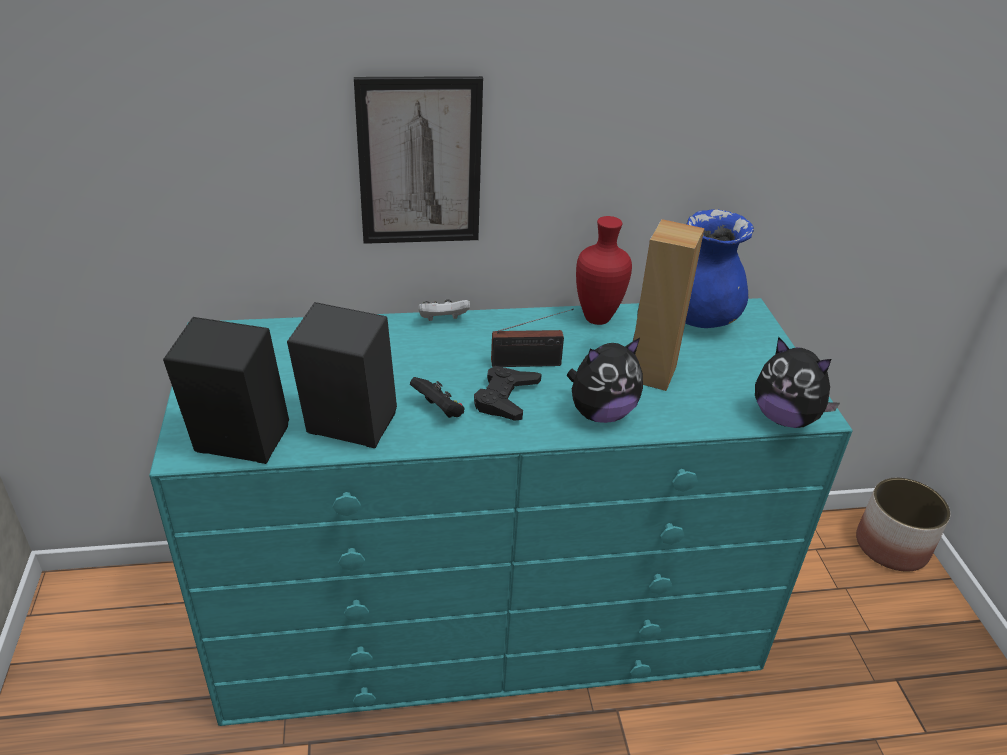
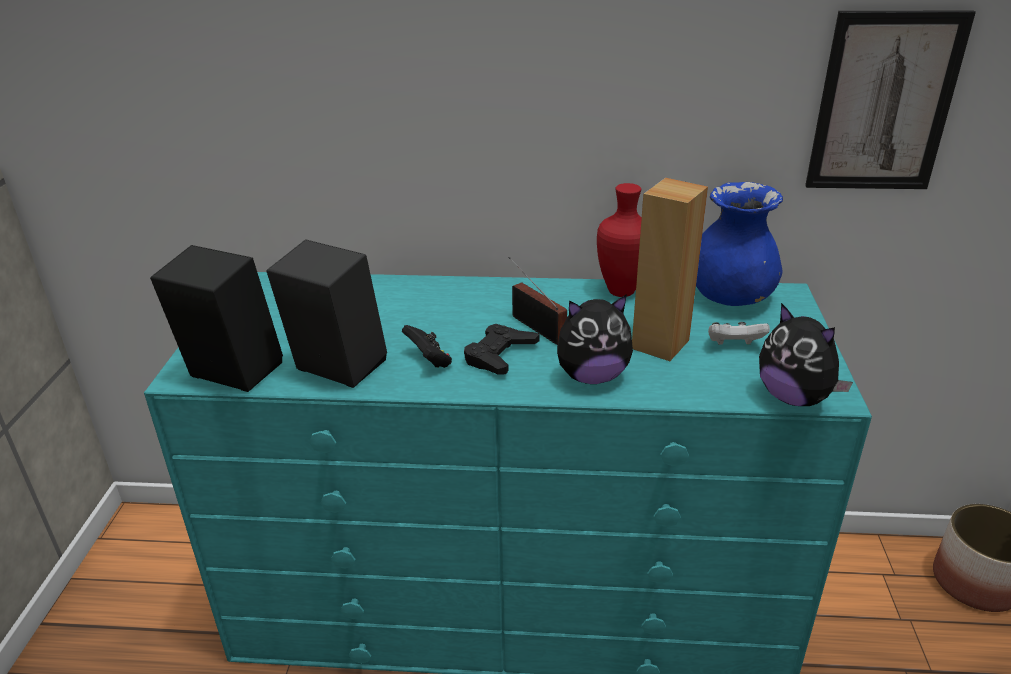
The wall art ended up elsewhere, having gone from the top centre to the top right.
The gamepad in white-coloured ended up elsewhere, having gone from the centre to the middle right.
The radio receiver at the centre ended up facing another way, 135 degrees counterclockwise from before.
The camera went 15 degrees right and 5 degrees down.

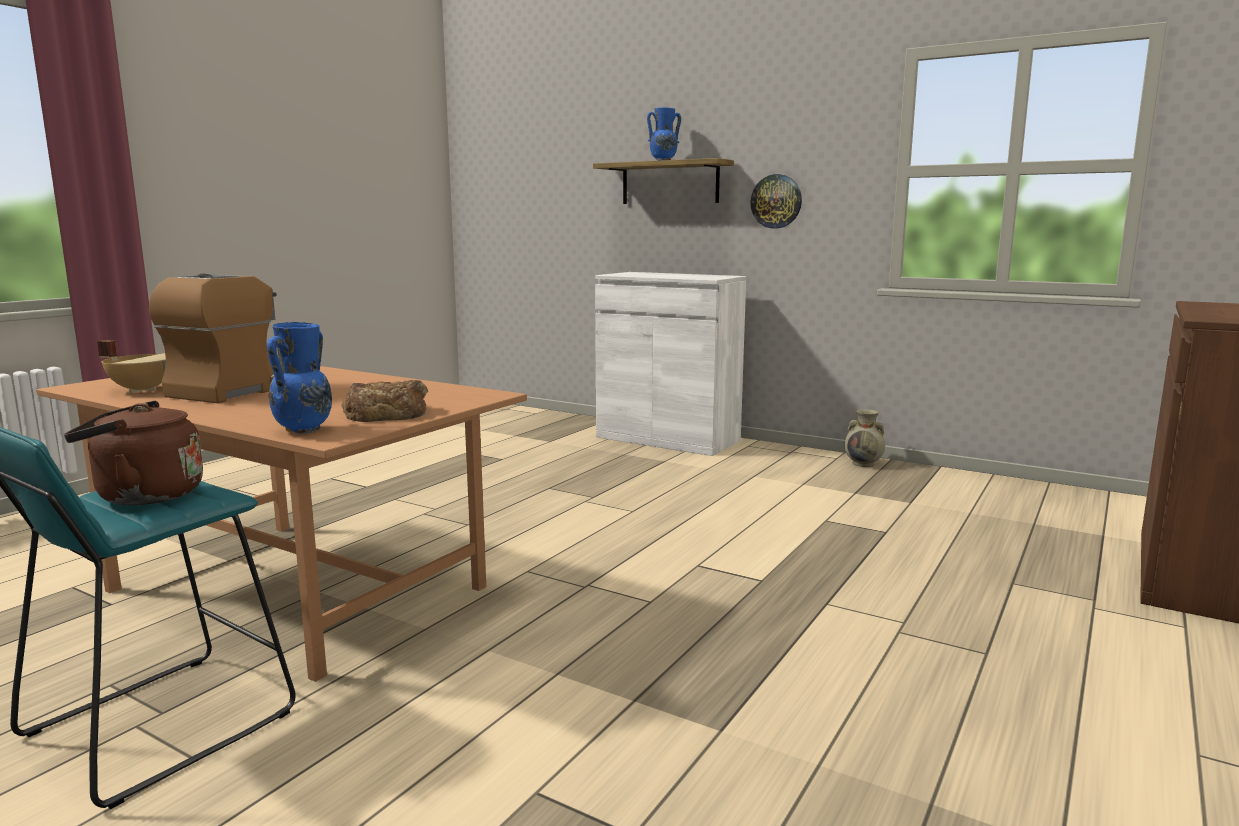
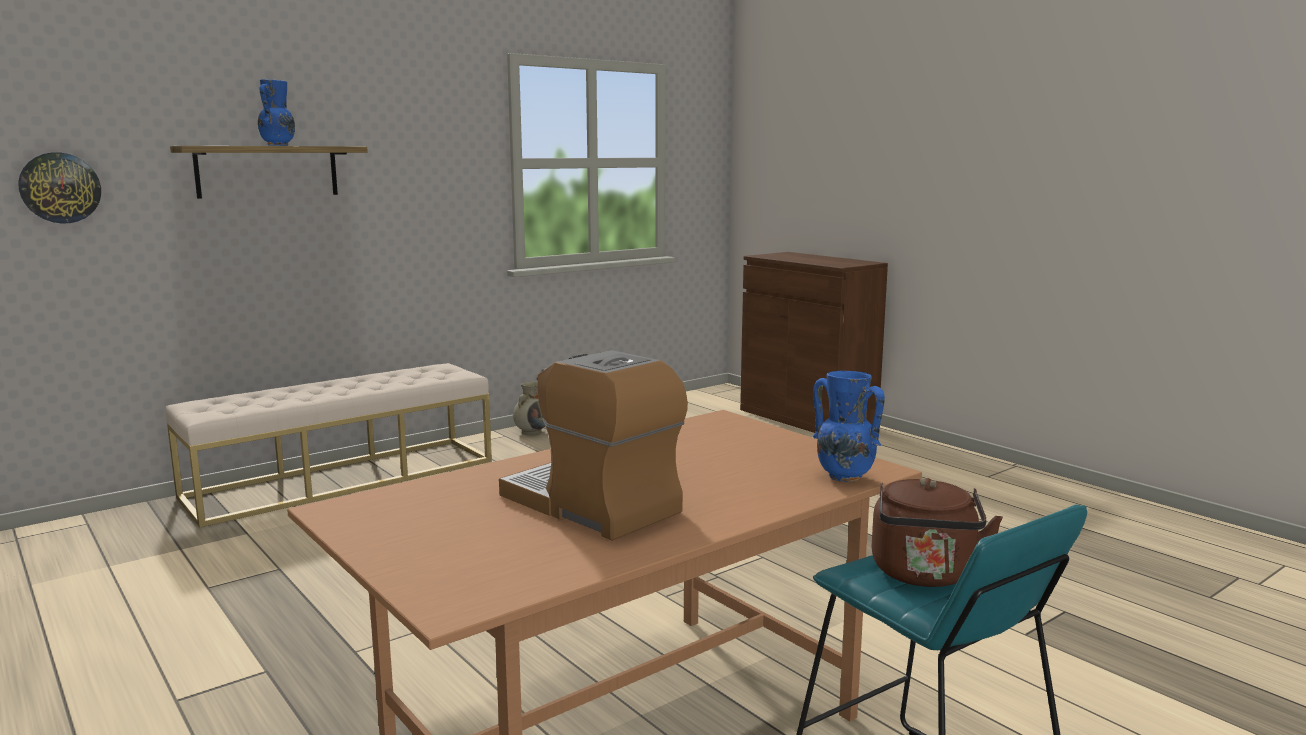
The wall clock ended up elsewhere, having gone from the top centre to the top left.
Where the storage cabinet in white-coloured stood at the centre, the indoor bench in sand-coloured came to stand at the middle left.
The second view lost the cooking pot in sand-coloured at the middle left.
The second view lost the bread at the middle left.
The camera went 70 degrees left and 0 degrees up.

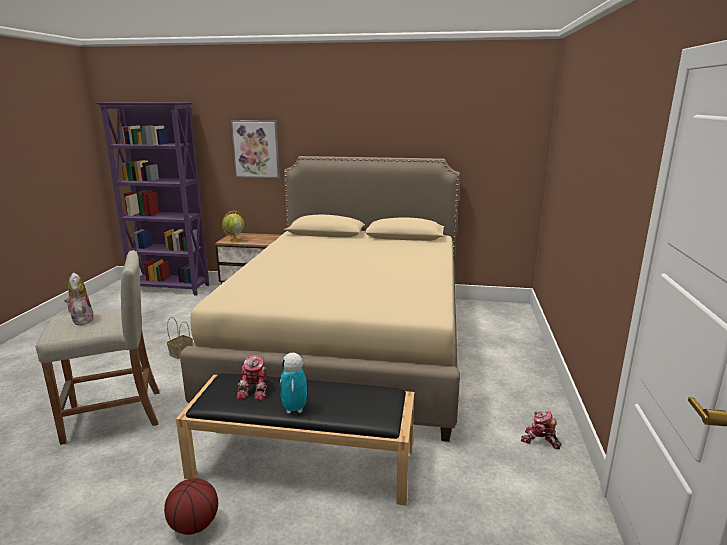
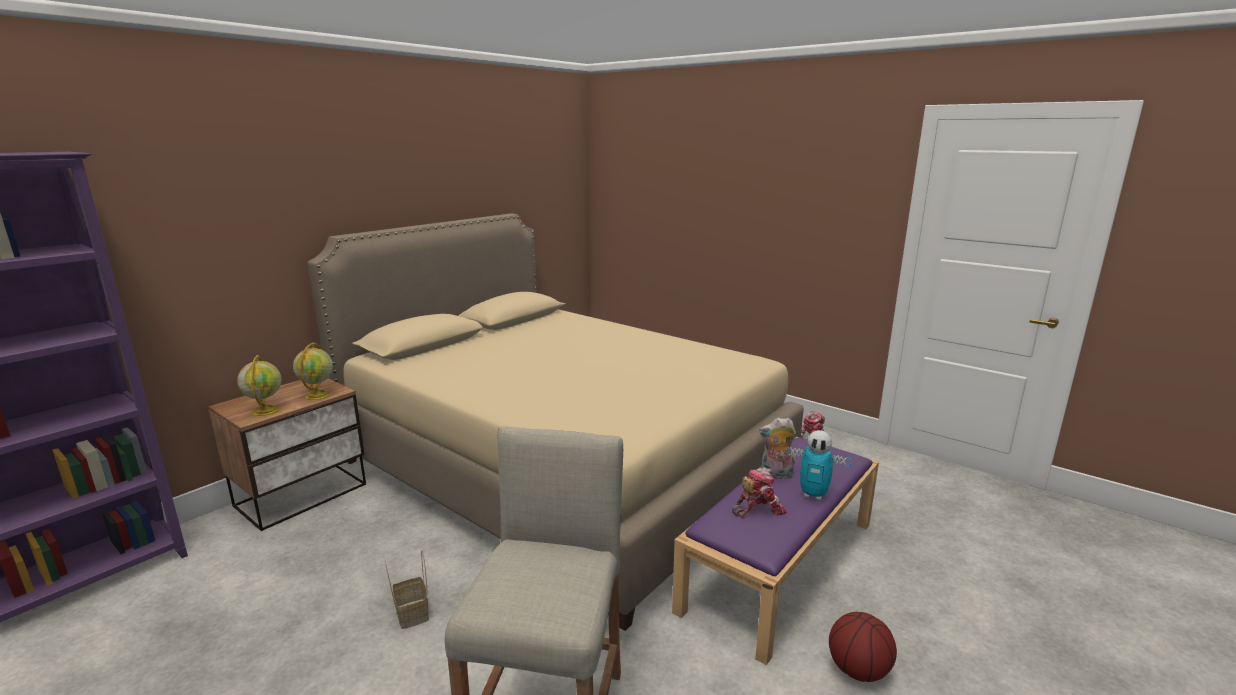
The second view lost the wall art at the top centre.
The cuddly toy ended up elsewhere, having gone from the middle left to the centre.
The model robot (no. 1 from left) at the bottom centre ended up facing another way, 60 degrees counterclockwise from before.
What was the indoor bench in black-coloured at the bottom centre turned into the indoor bench in purplish at the bottom centre.
The second view gained the globe (no. 2 from left) at the middle left.
The camera went 60 degrees left and 0 degrees up.

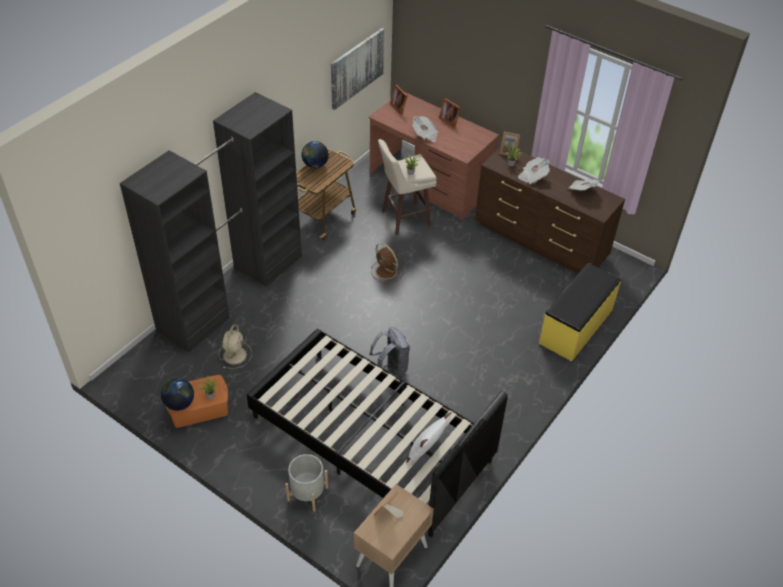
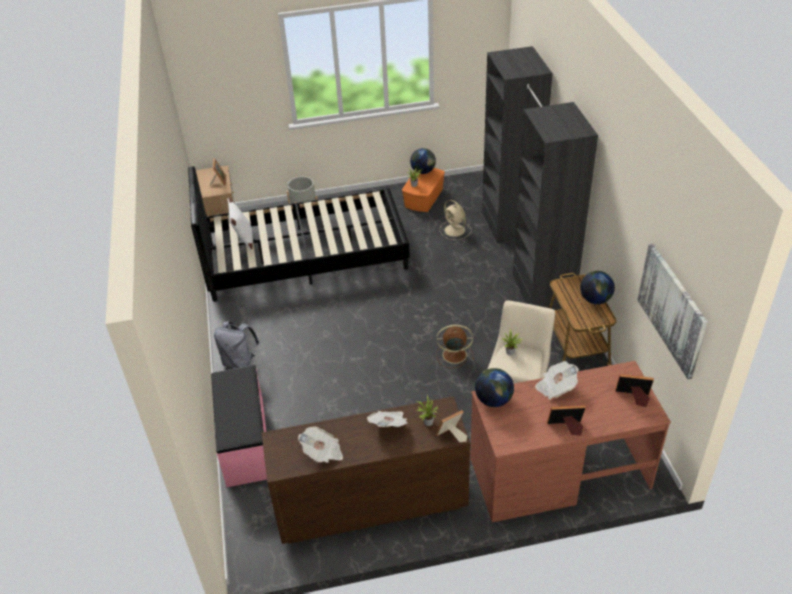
What was the indoor bench in yellow at the middle right turned into the indoor bench in pink at the bottom left.
The knapsack in grey ended up elsewhere, having gone from the centre to the middle left.
The second view gained the globe (no. 2 from left) at the centre.
The camera went 135 degrees right and 5 degrees down.

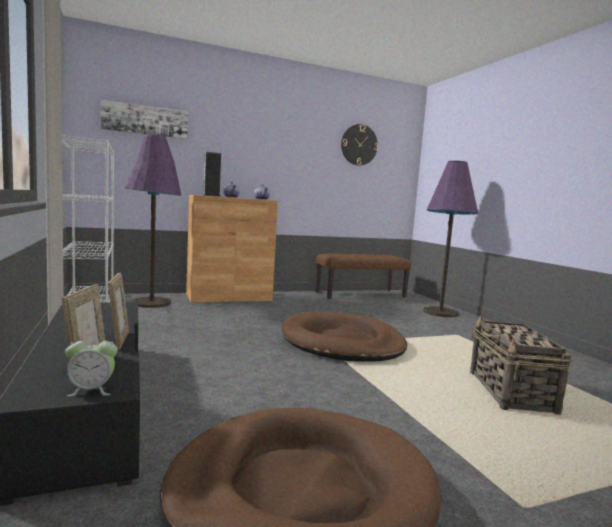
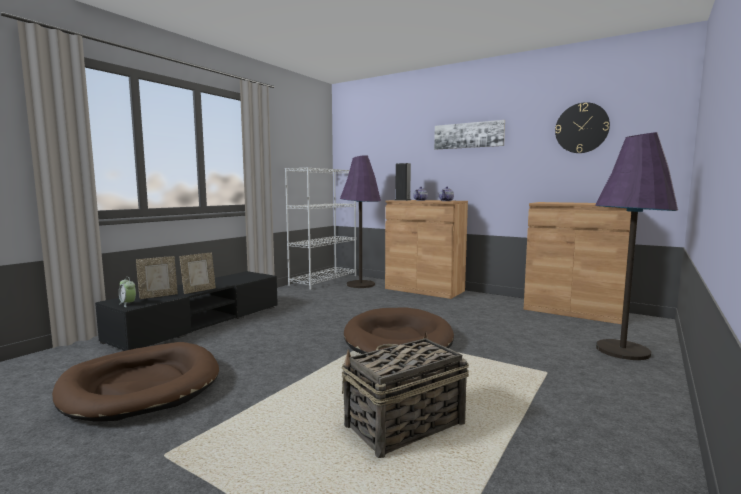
The wall art ended up elsewhere, having gone from the top left to the top centre.
Where the indoor bench in brown stood at the centre, the storage cabinet in brown (no. 2 from left) came to stand at the middle right.
The camera went 55 degrees right and 0 degrees up.

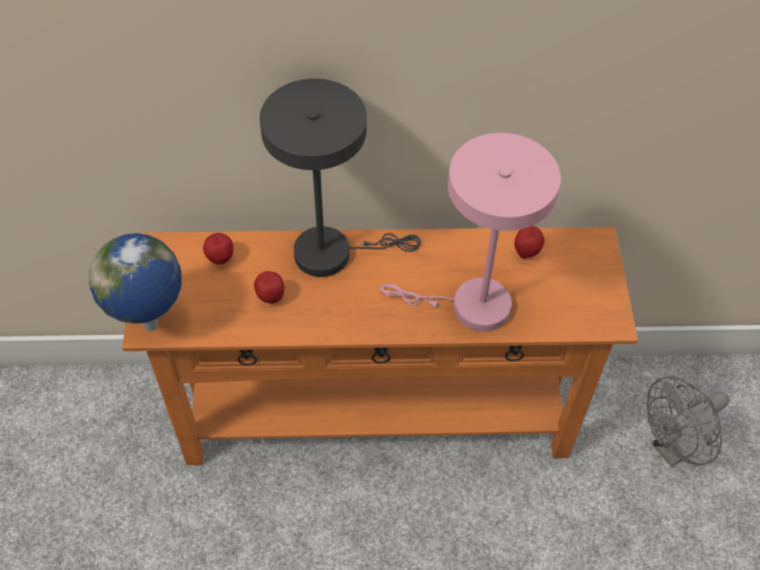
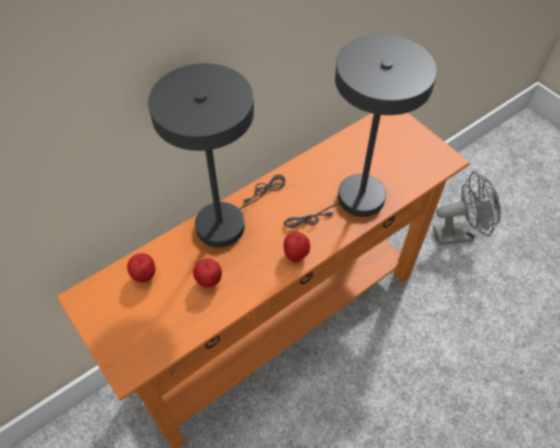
What was the table lamp in pink at the centre turned into the table lamp in grey (no. 2 from left) at the top centre.
The whole apple (no. 3 from left) ended up elsewhere, having gone from the middle right to the centre.
The second view lost the globe at the middle left.
The electric fan in grey at the bottom right ended up facing another way, 120 degrees counterclockwise from before.
The camera went 35 degrees left and 0 degrees up.

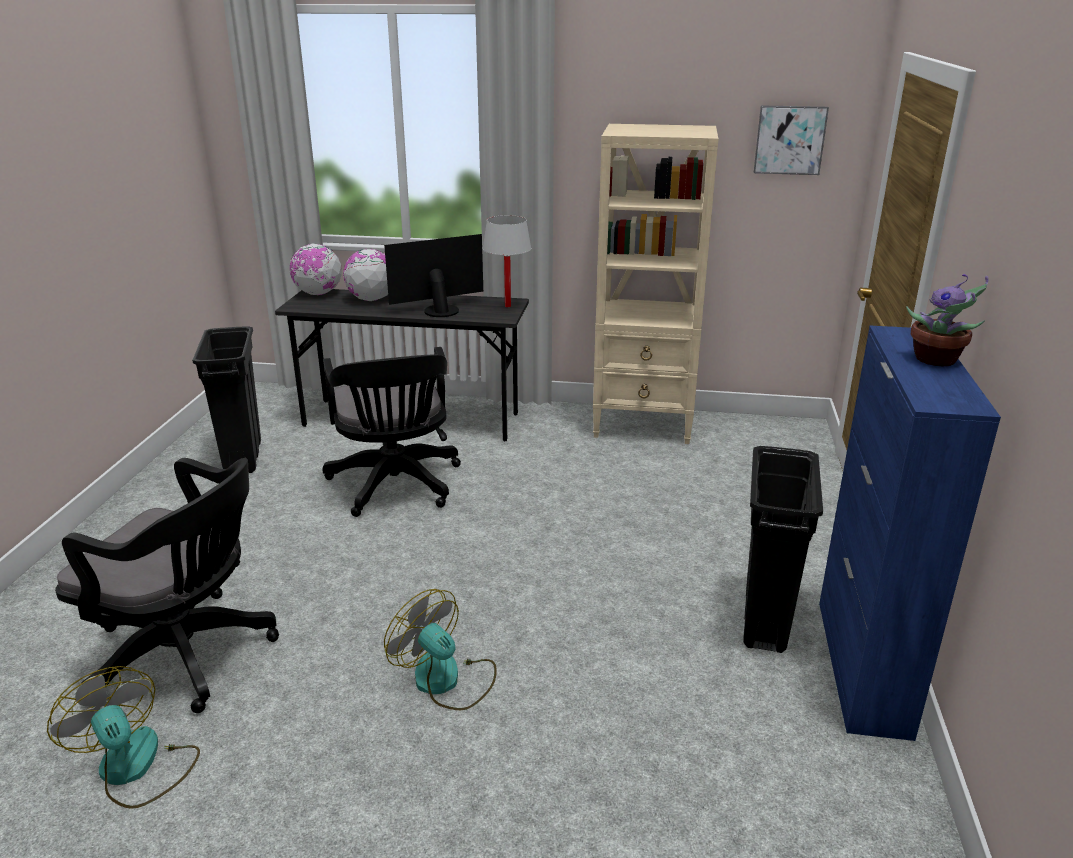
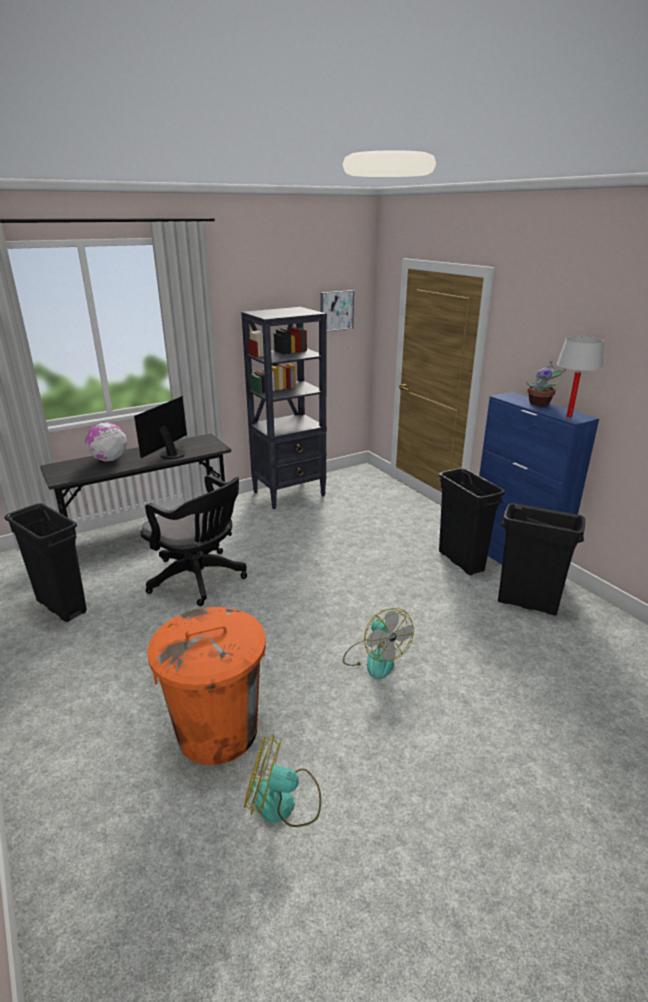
What was the bookshelf in sand-coloured at the top centre turned into the bookshelf in black-coloured at the centre.
The table lamp in white-coloured ended up elsewhere, having gone from the top centre to the middle right.
The second view lost the globe (no. 1 from left) at the top left.
Where the computer chair in black-coloured (no. 1 from left) stood at the bottom left, the rubbish bin in orange came to stand at the bottom left.
The electric fan (no. 2 from left) at the bottom centre ended up facing another way, 120 degrees counterclockwise from before.
The second view gained the rubbish bin in black-coloured (no. 3 from left) at the middle right.
The camera went 40 degrees left and 0 degrees up.

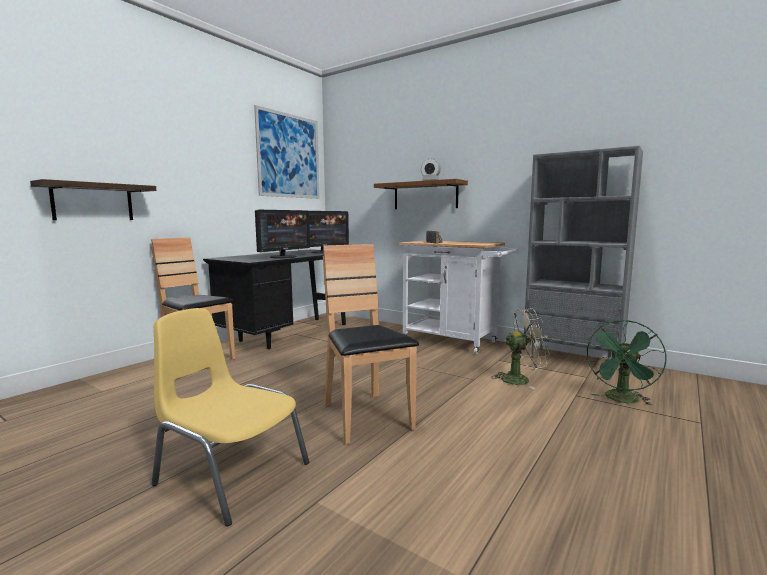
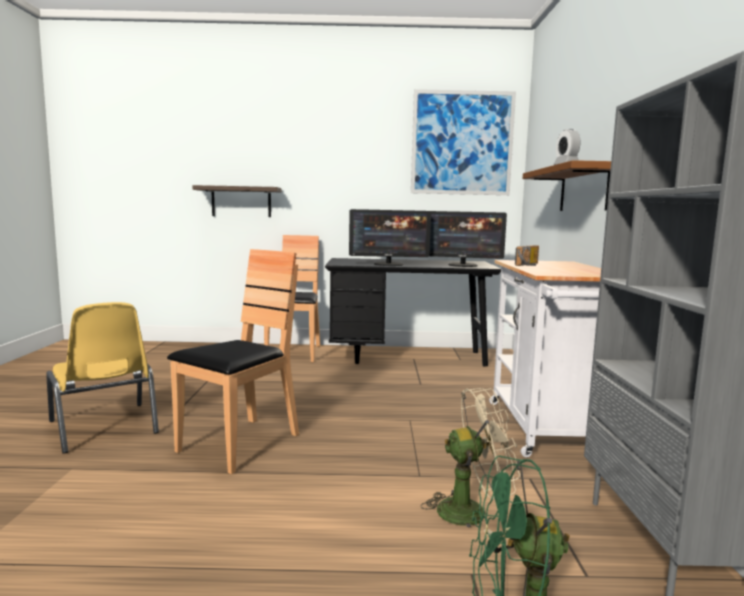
The chair in yellow at the bottom left ended up facing another way, 150 degrees clockwise from before.
The electric fan in sand-coloured at the middle right ended up facing another way, 60 degrees counterclockwise from before.
The camera went 55 degrees right and 0 degrees up.

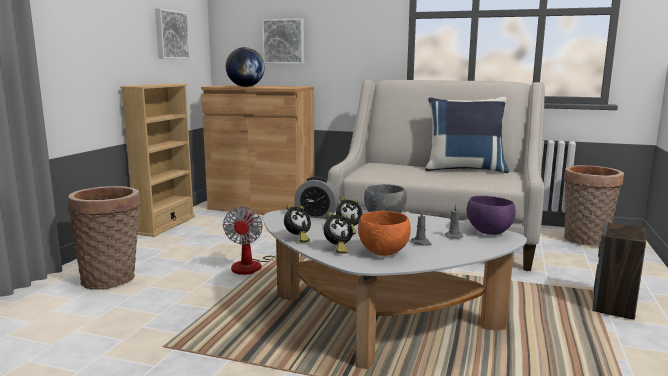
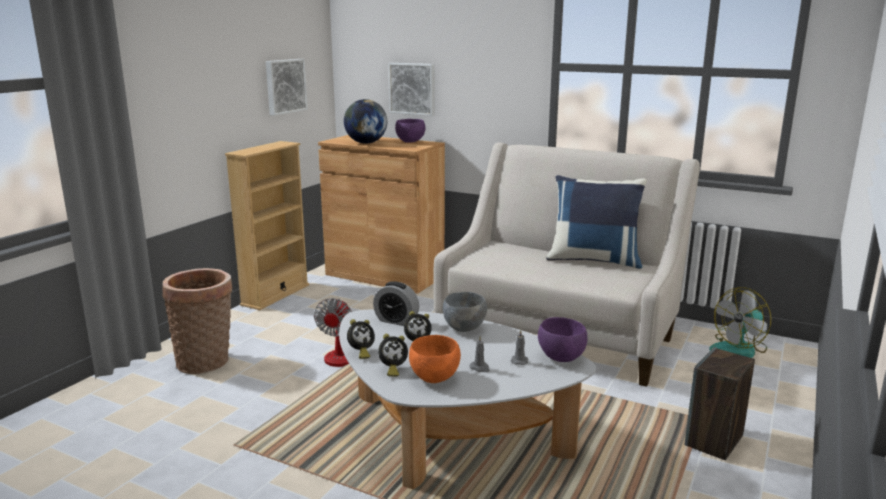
Where the storage basket (no. 2 from left) stood at the middle right, the electric fan (no. 2 from left) came to stand at the middle right.
The second view gained the serving bowl in purplish (no. 1 from left) at the top centre.
The camera went 10 degrees right and 5 degrees up.

